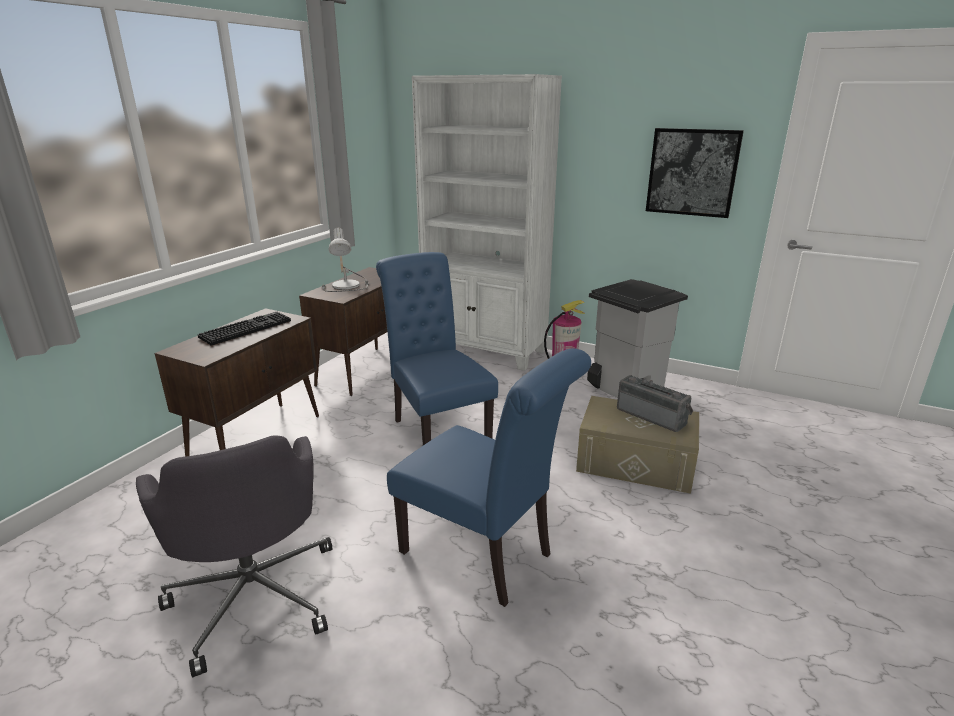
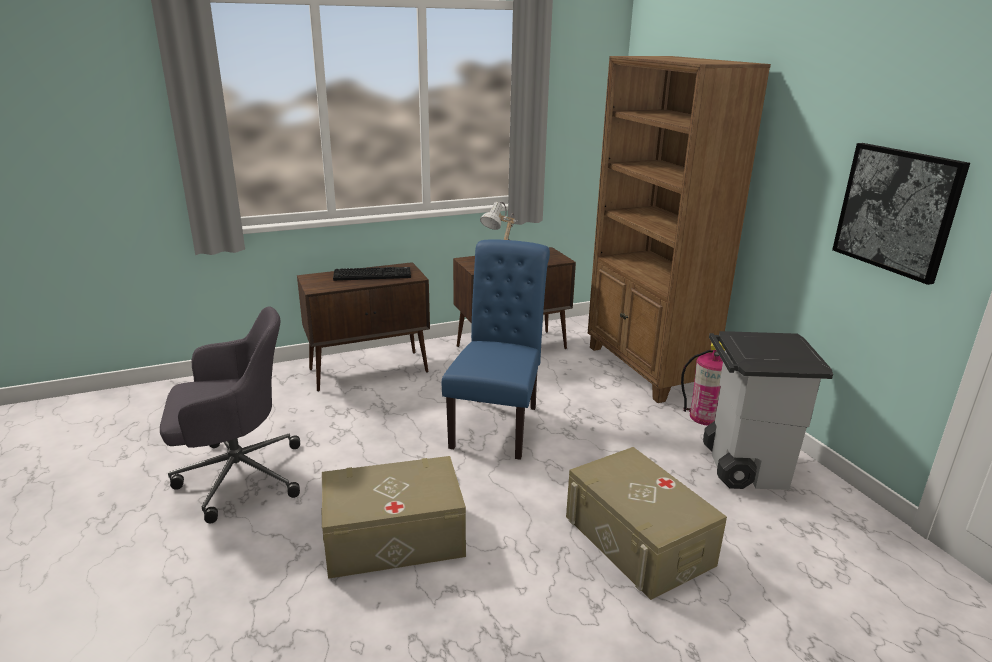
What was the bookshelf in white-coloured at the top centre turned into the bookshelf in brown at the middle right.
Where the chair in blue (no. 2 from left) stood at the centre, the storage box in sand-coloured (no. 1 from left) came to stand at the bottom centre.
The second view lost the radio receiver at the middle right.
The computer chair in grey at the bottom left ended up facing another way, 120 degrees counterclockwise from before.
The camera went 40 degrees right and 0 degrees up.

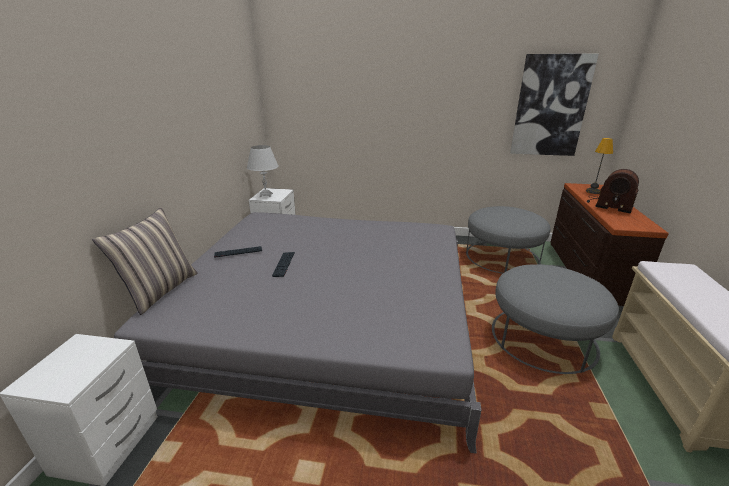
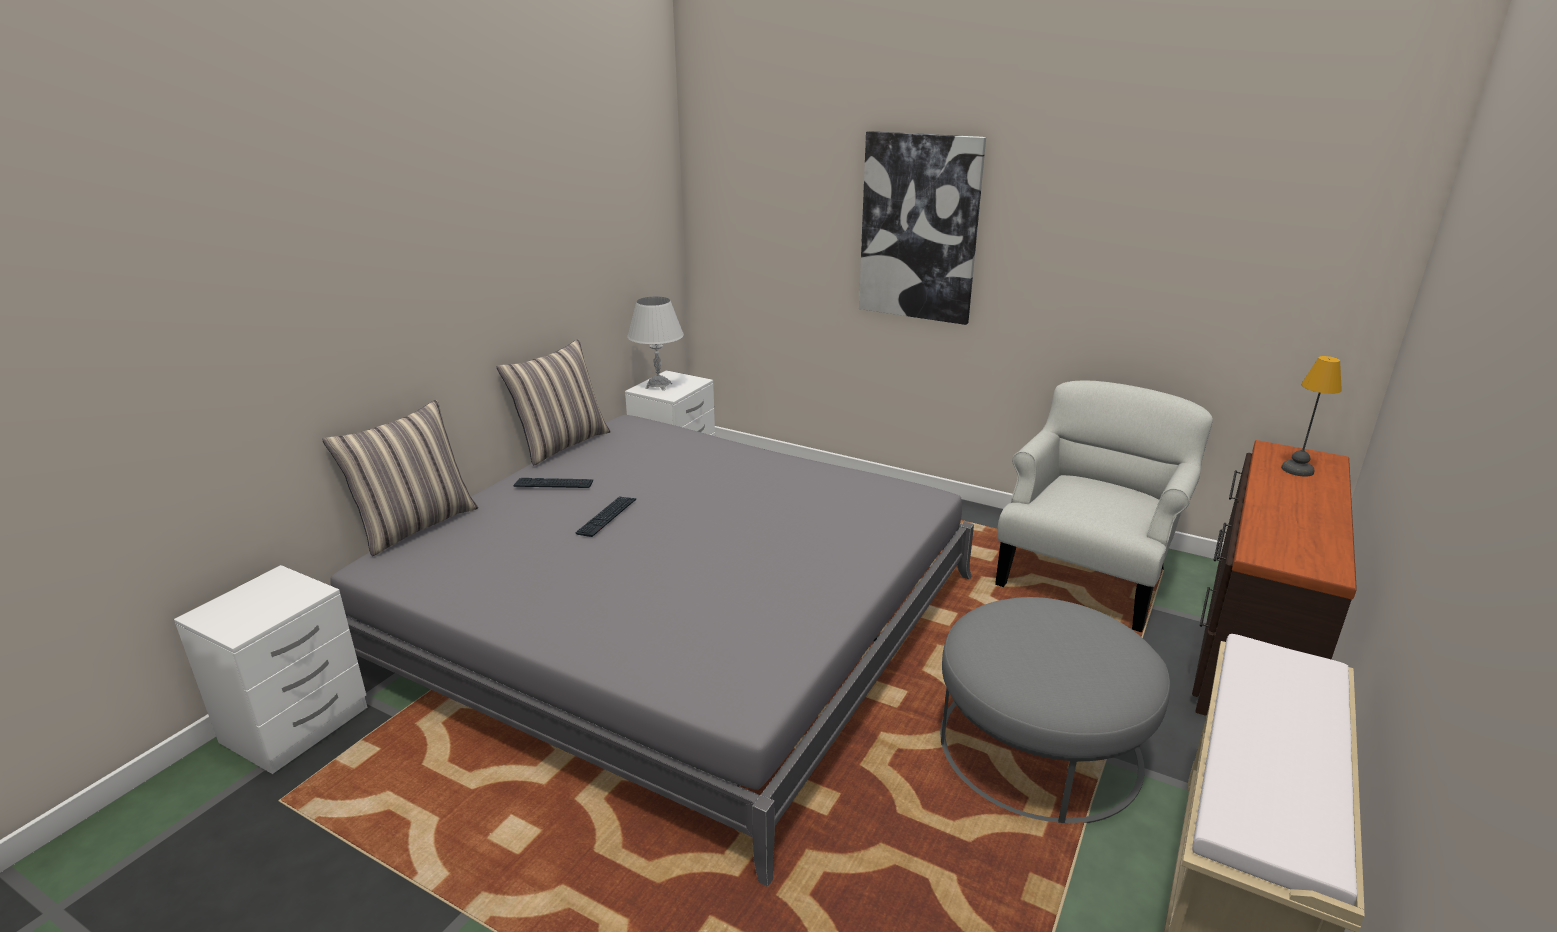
The wall art ended up elsewhere, having gone from the top right to the top centre.
The second view lost the radio receiver at the middle right.
Where the pouffe in grey (no. 1 from left) stood at the middle right, the armchair in white-coloured came to stand at the middle right.
The second view gained the cushion (no. 2 from left) at the centre.
The camera went 20 degrees right and 0 degrees up.

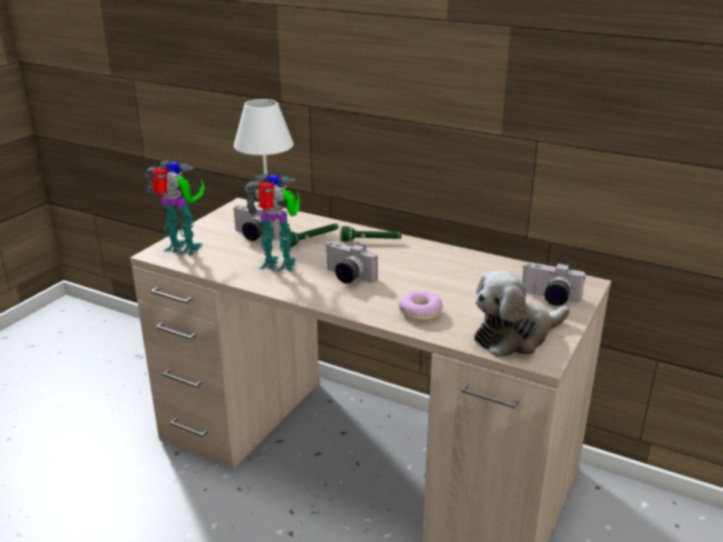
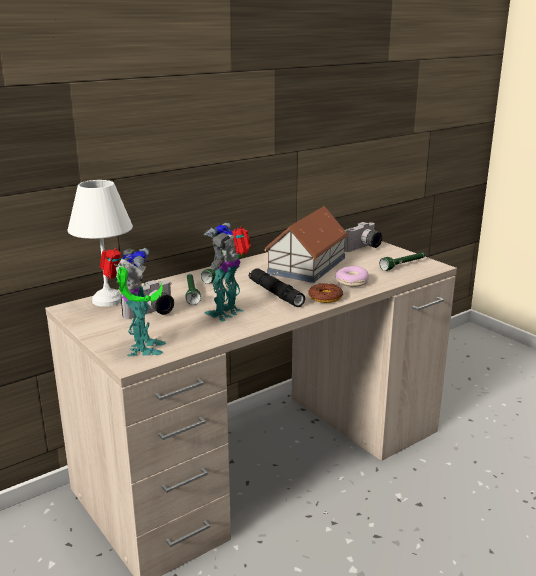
The model robot (no. 1 from left) at the middle left ended up facing another way, 135 degrees clockwise from before.
Where the still camera (no. 2 from left) stood at the centre, the torch in black-coloured came to stand at the centre.
Where the cuddly toy stood at the middle right, the torch in green (no. 3 from left) came to stand at the middle right.
The second view gained the toy house at the centre.
The second view gained the ring doughnut (no. 1 from left) at the centre.
The camera went 65 degrees left and 5 degrees down.

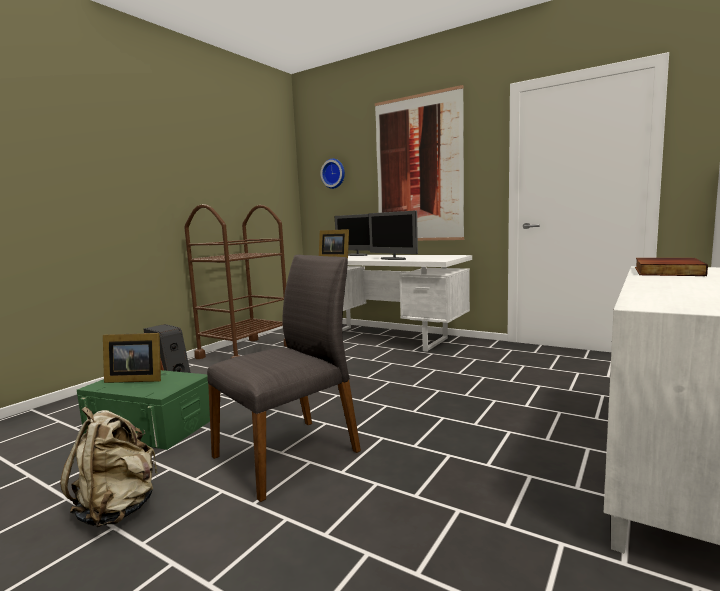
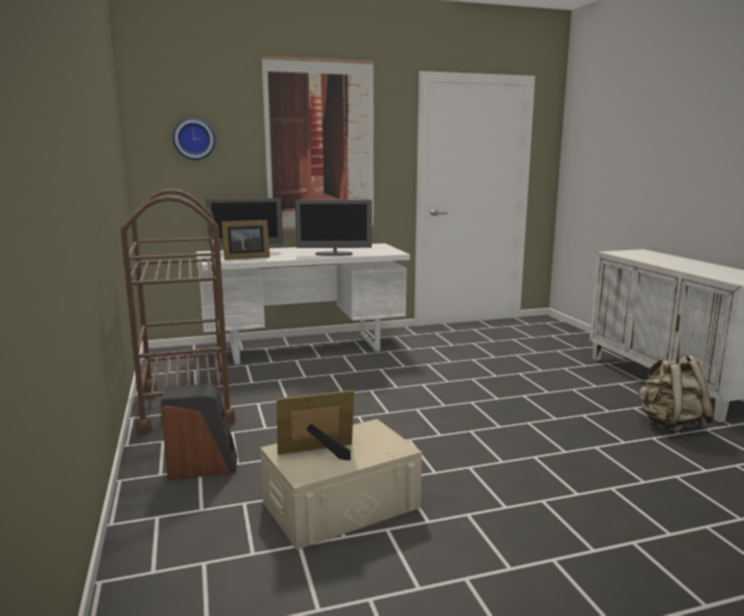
The second view lost the chair in grey at the centre.
The second view lost the volume at the middle right.
The standing frame (no. 1 from left in the first image) at the middle left ended up facing another way, 150 degrees counterclockwise from before.
What was the storage box in green at the bottom left turned into the storage box in sand-coloured at the bottom centre.
The knapsack in sand-coloured ended up elsewhere, having gone from the bottom left to the middle right.
The camera went 50 degrees left and 5 degrees up.

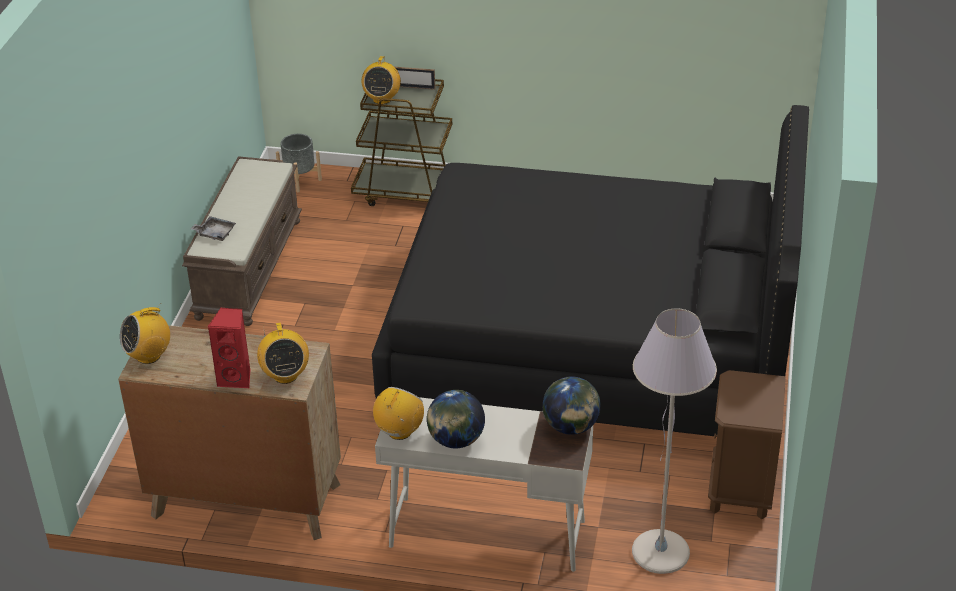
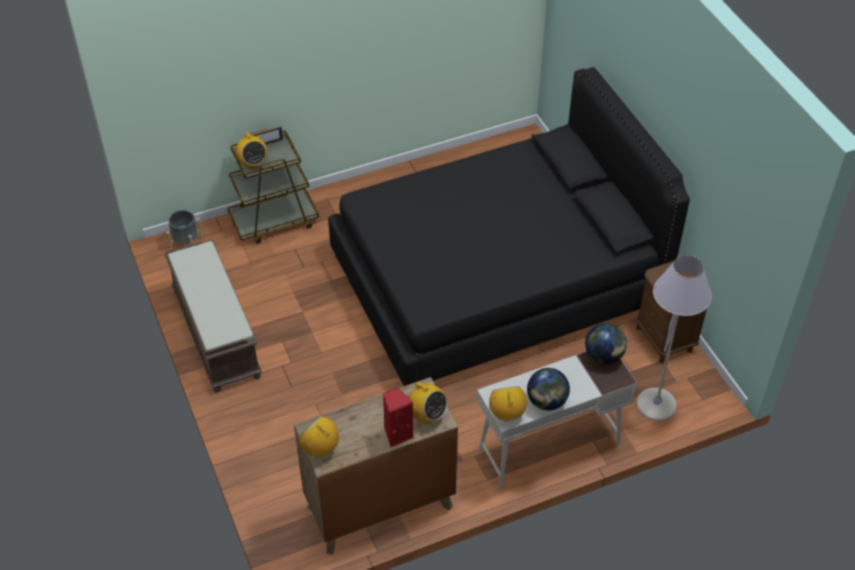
The second view lost the tray in grey at the middle left.
The radio receiver (no. 1 from left in the first image) at the middle left ended up facing another way, 105 degrees clockwise from before.
The camera went 35 degrees left and 10 degrees up.

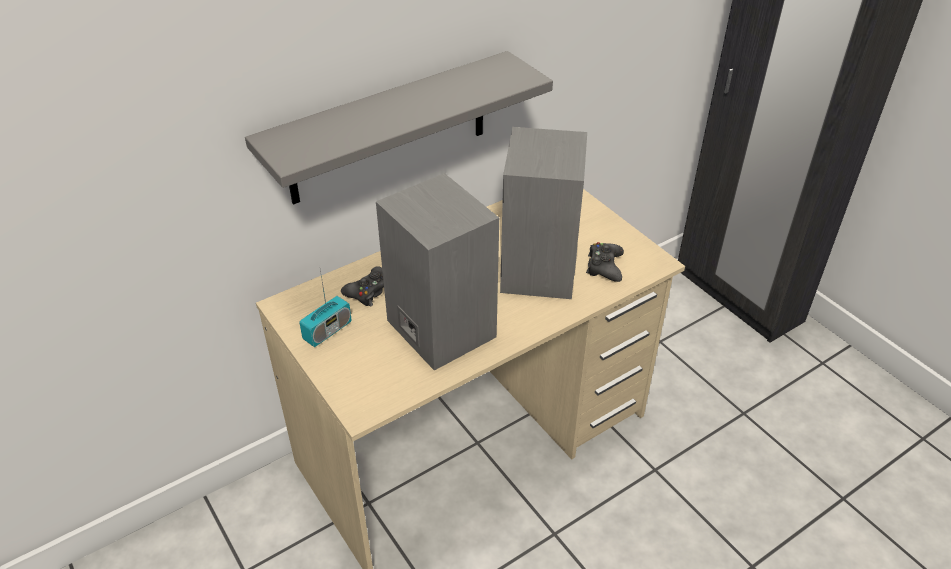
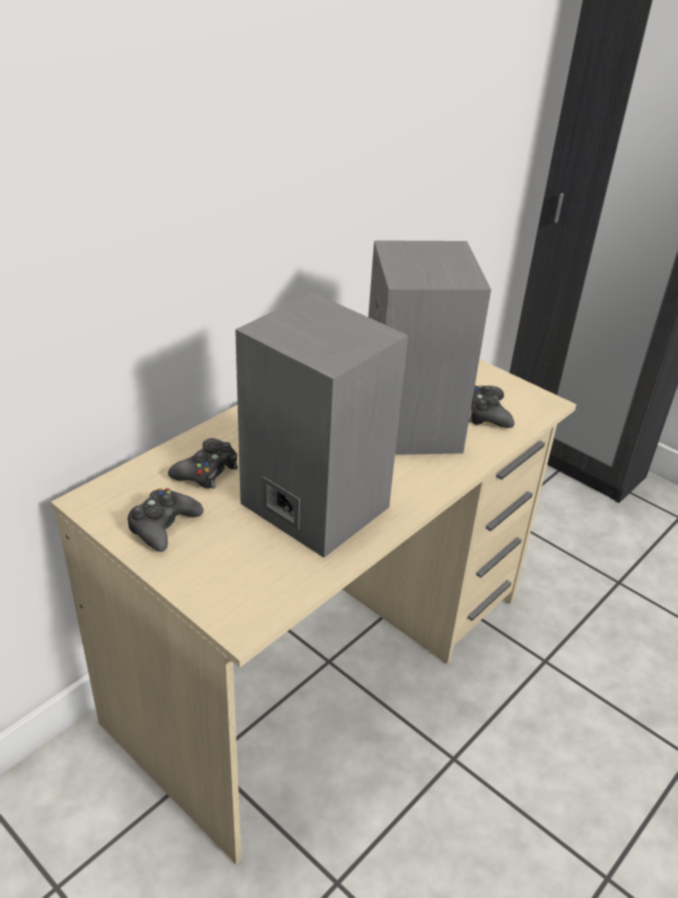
The second view lost the bracket shelf in grey at the top centre.
Where the radio receiver stood at the centre, the gamepad in black-coloured (no. 1 from left) came to stand at the middle left.
The camera went 15 degrees left and 5 degrees down.

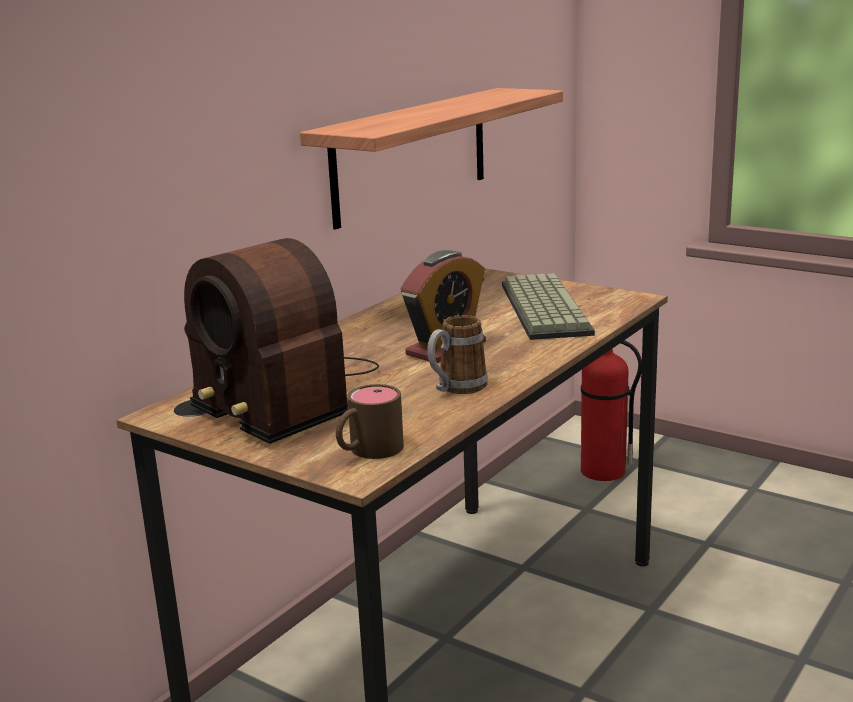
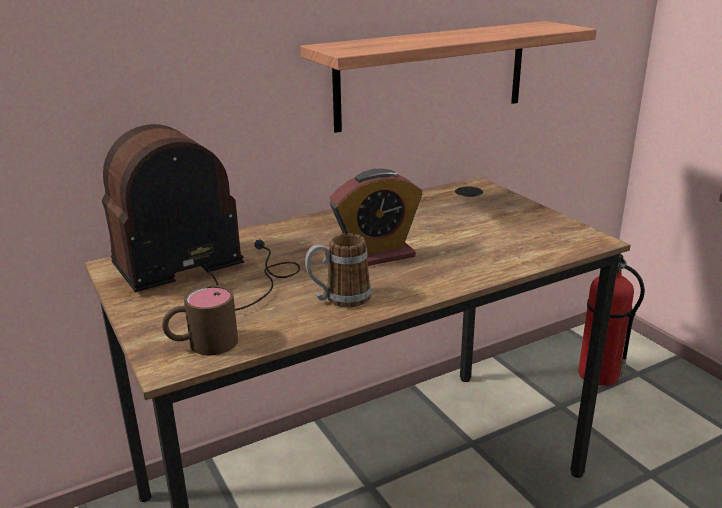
The radio receiver at the middle left ended up facing another way, 75 degrees clockwise from before.
The second view lost the PC keyboard at the centre.
The camera went 25 degrees right and 5 degrees up.

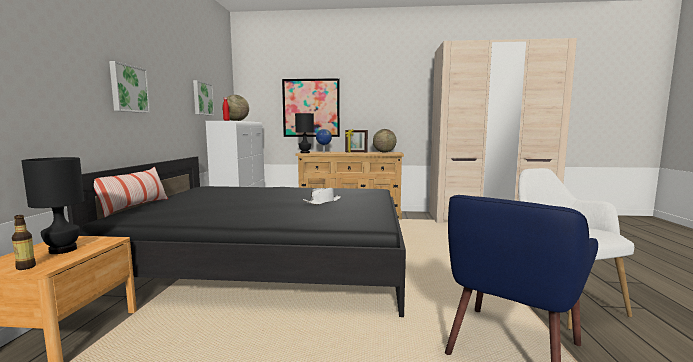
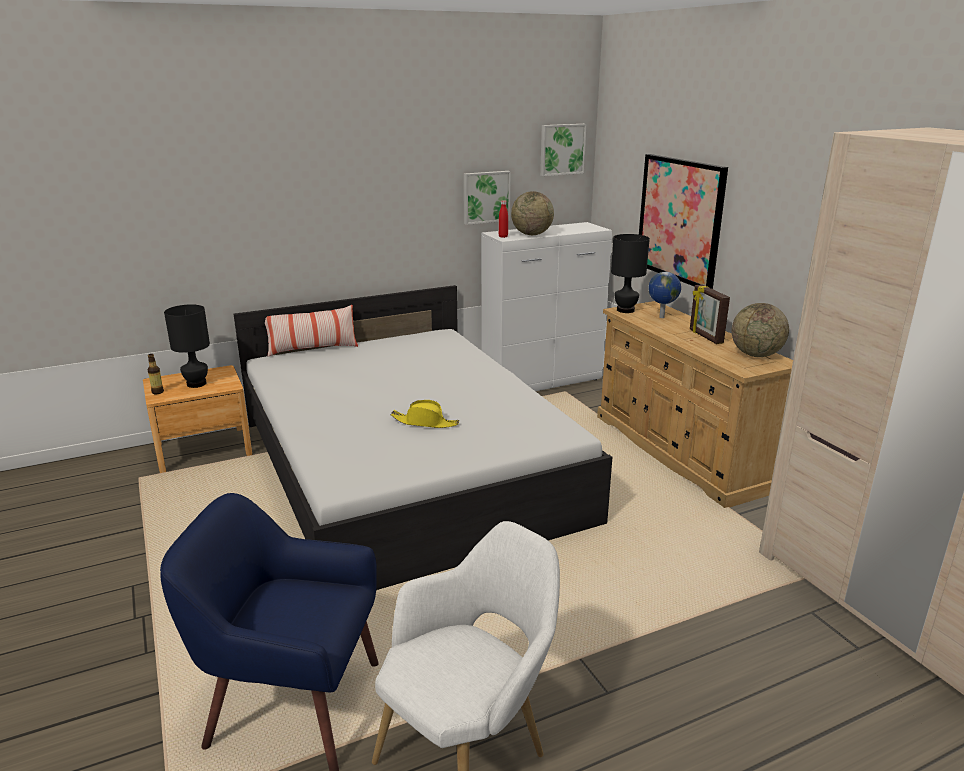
The wall art (no. 1 from left in the first image) ended up elsewhere, having gone from the top left to the top centre.
What was the bed in black-coloured at the centre turned into the bed in white-coloured at the centre.
What was the clothing hat in white-coloured at the centre turned into the clothing hat in yellow at the centre.
The camera went 60 degrees right and 15 degrees up.

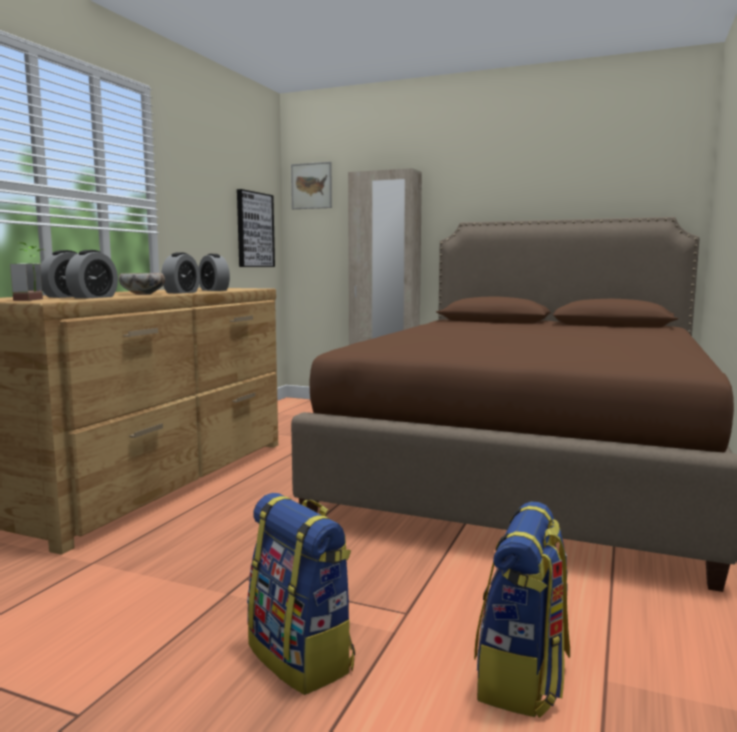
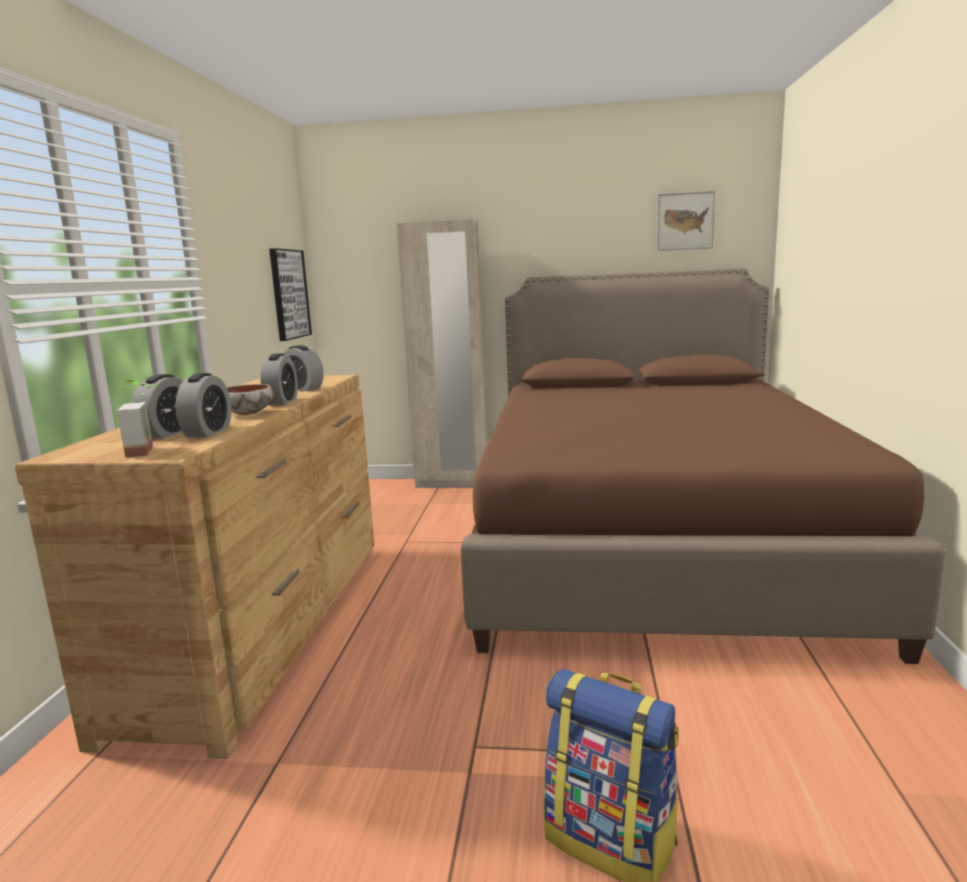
The wall art (no. 2 from left) ended up elsewhere, having gone from the top centre to the top right.
The second view lost the knapsack (no. 2 from left) at the bottom right.
The camera went 15 degrees left and 5 degrees up.

